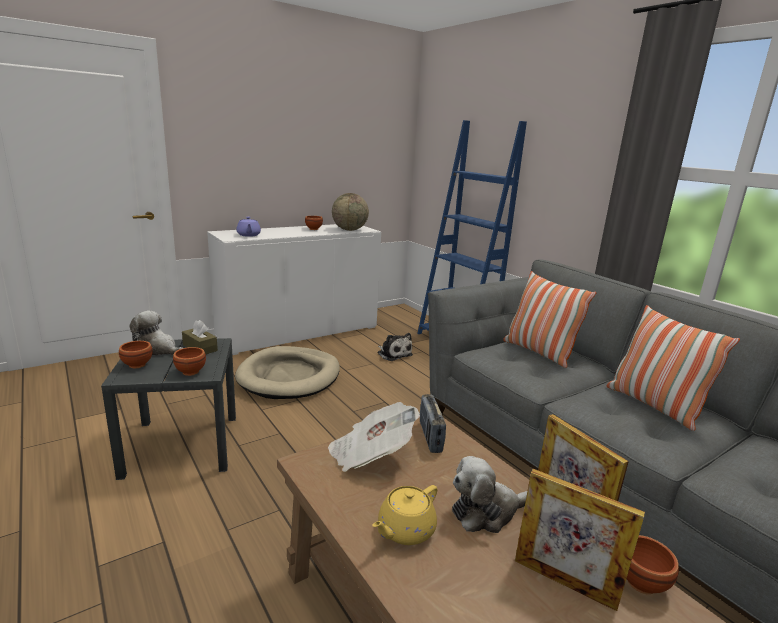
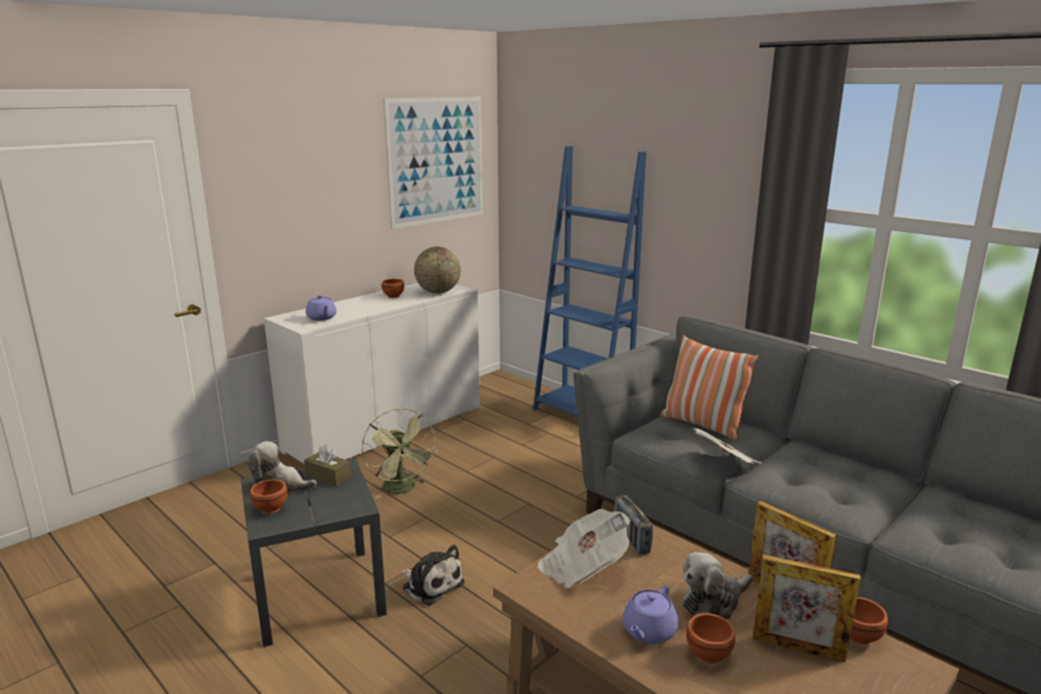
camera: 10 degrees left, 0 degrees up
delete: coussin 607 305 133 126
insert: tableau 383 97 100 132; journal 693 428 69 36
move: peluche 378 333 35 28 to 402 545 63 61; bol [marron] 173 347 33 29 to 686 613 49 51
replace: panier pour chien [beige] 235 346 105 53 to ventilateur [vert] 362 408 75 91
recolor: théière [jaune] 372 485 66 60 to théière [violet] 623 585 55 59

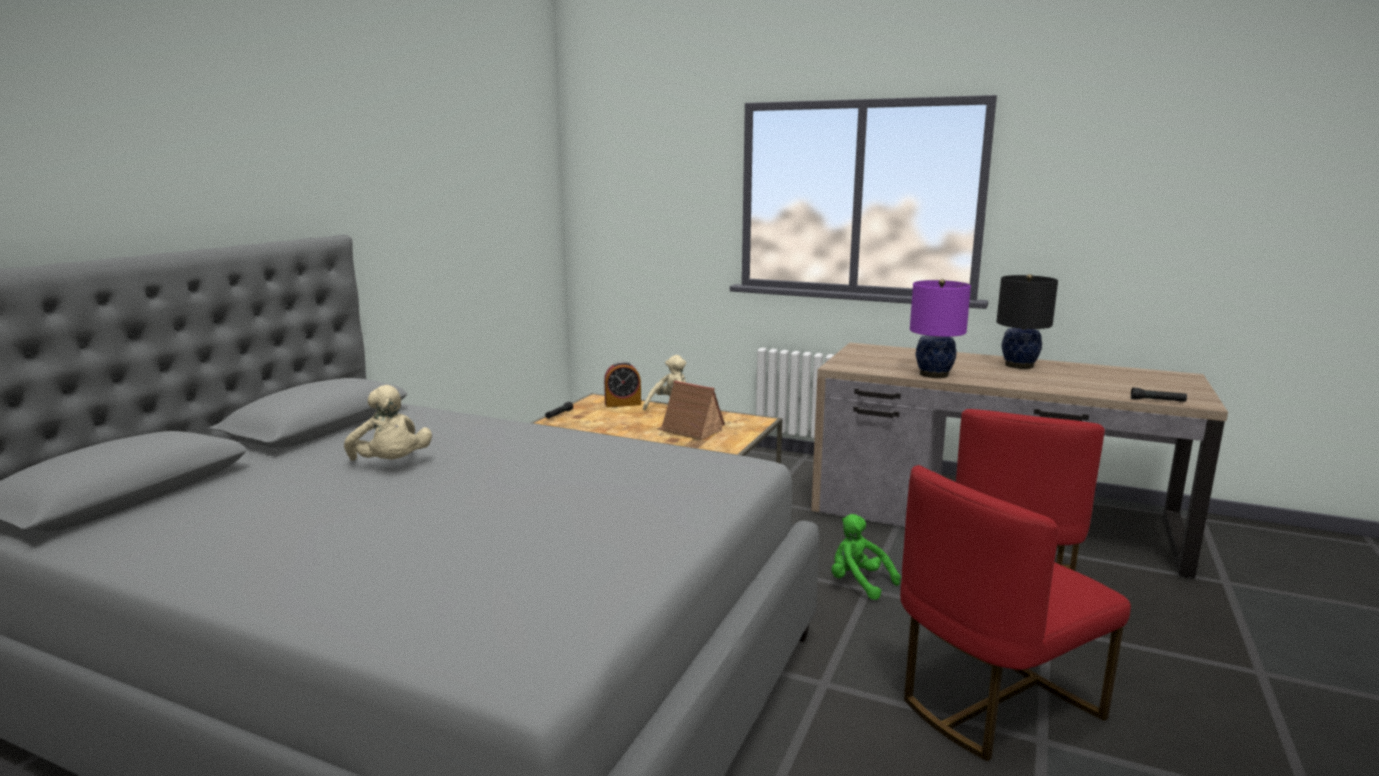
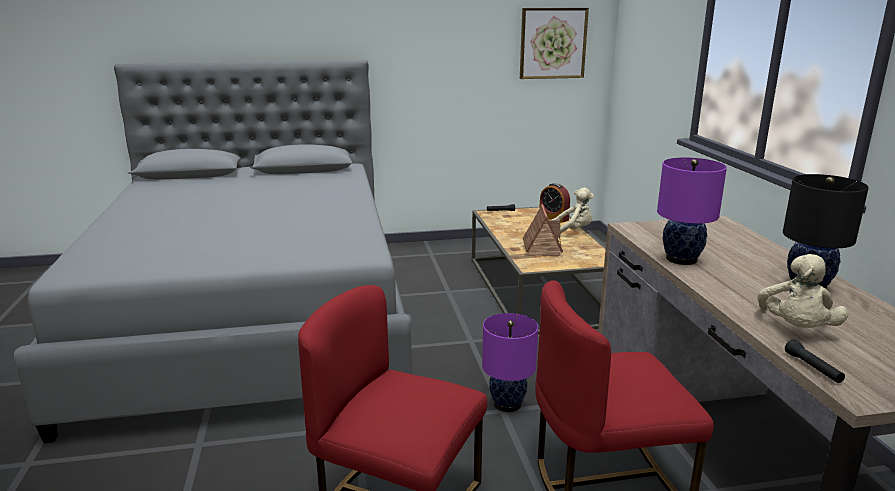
camera: 55 degrees right, 5 degrees up
insert: tableau 520 8 69 71
move: peluche [beige] 344 385 88 76 to 758 254 90 74
replace: peluche [vert] 831 514 70 86 to lampe de table [violet] 482 313 56 99

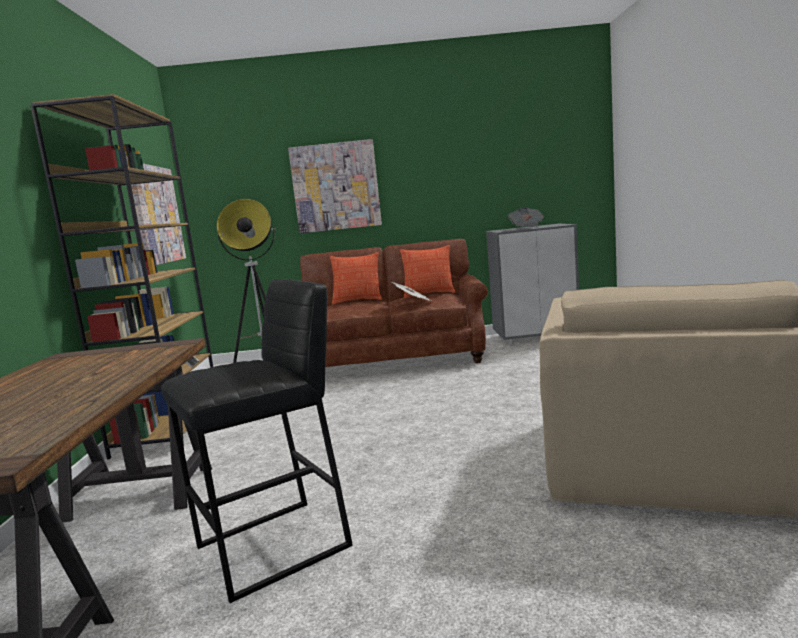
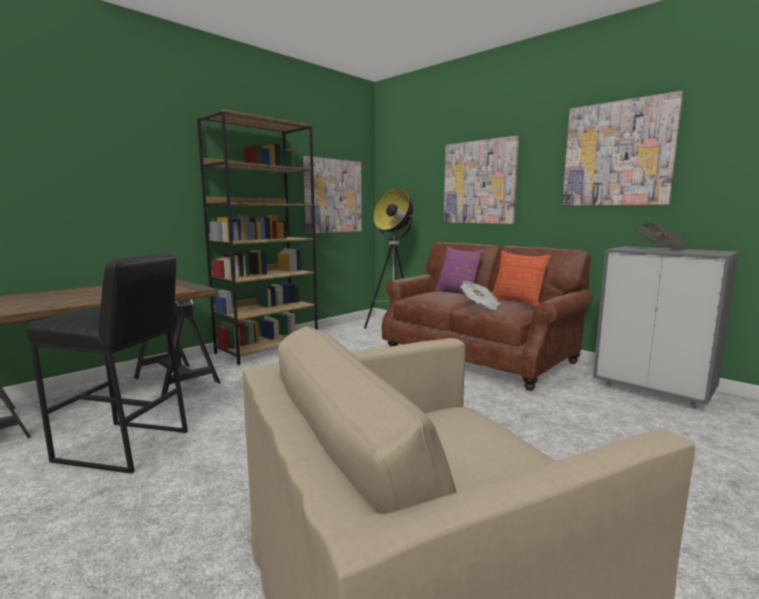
camera: 45 degrees right, 0 degrees up
insert: tableau 562 91 121 115
recolor: coussin [orange] 330 252 52 53 to coussin [violet] 435 247 48 47

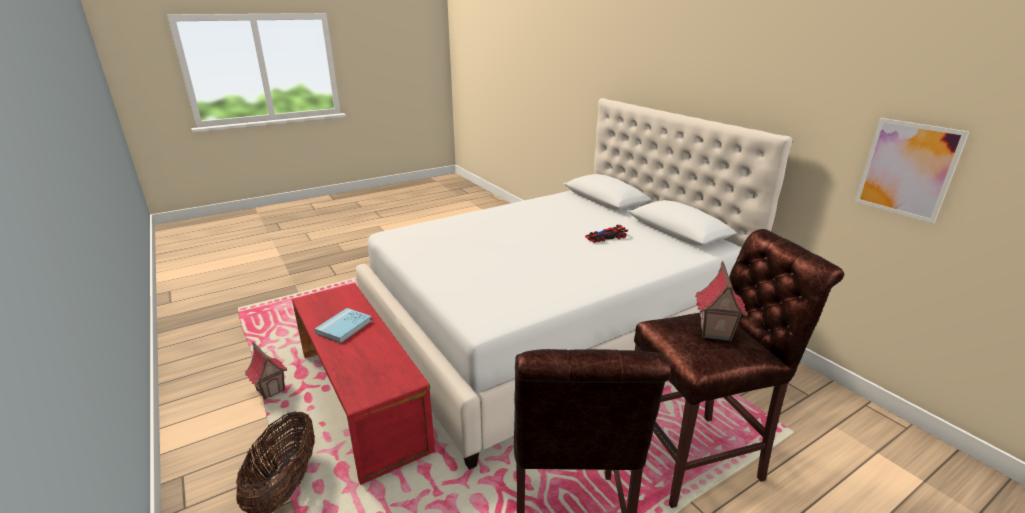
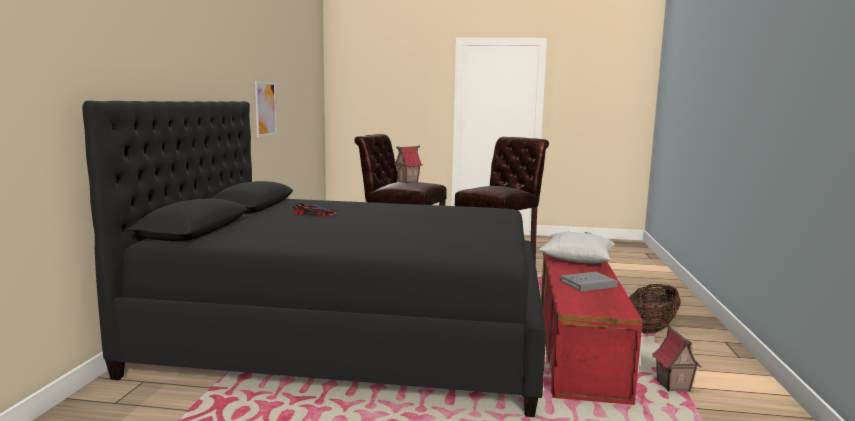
camera: 140 degrees left, 15 degrees down
insert: coussin [gris] 539 232 76 31
recolor: lit [blanc] 356 98 436 372 to lit [noir] 82 101 464 316; livre [bleu] 315 308 57 35 to livre [gris] 560 272 58 20

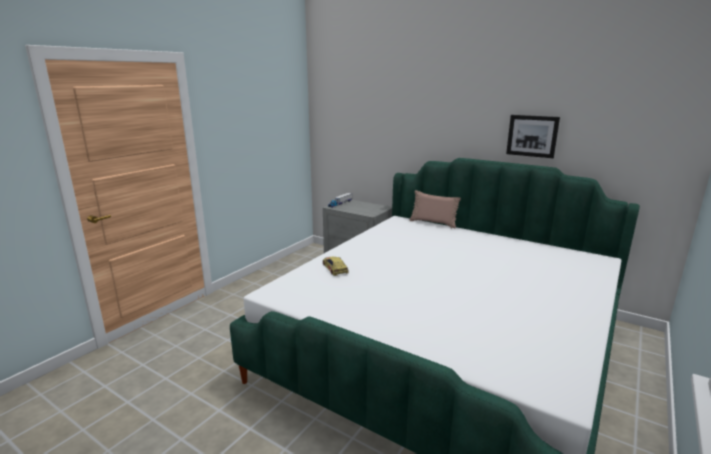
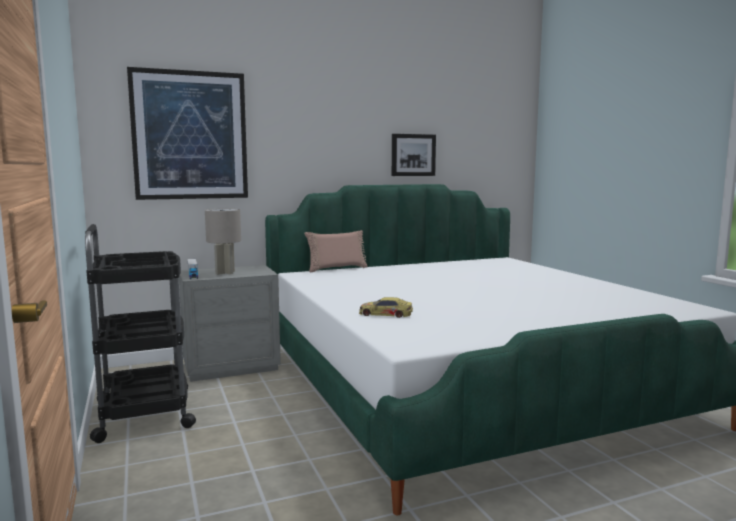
camera: 55 degrees left, 10 degrees down
insert: tableau 127 67 121 133; lampe de table [gris] 205 209 36 66; chariot [noir] 85 224 111 219

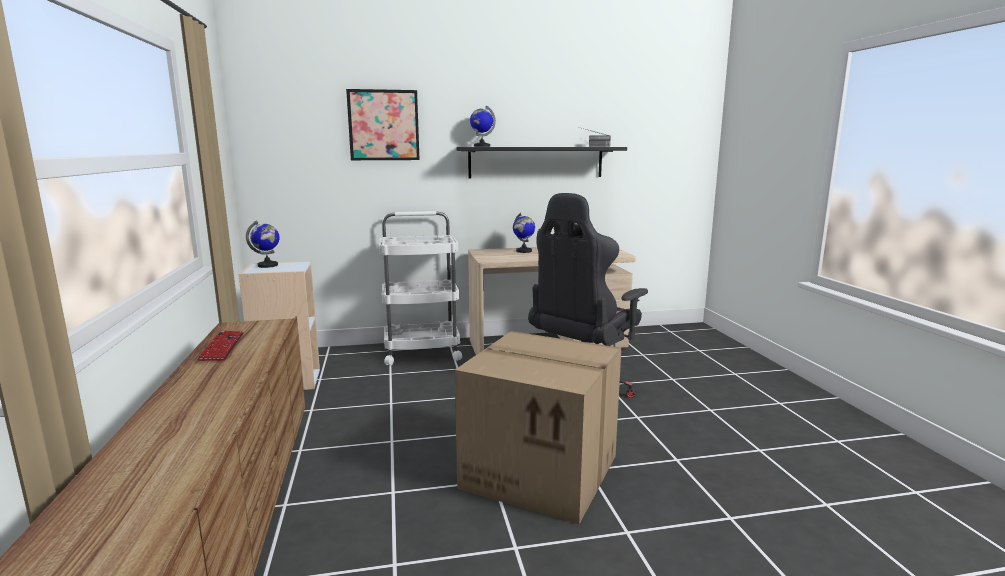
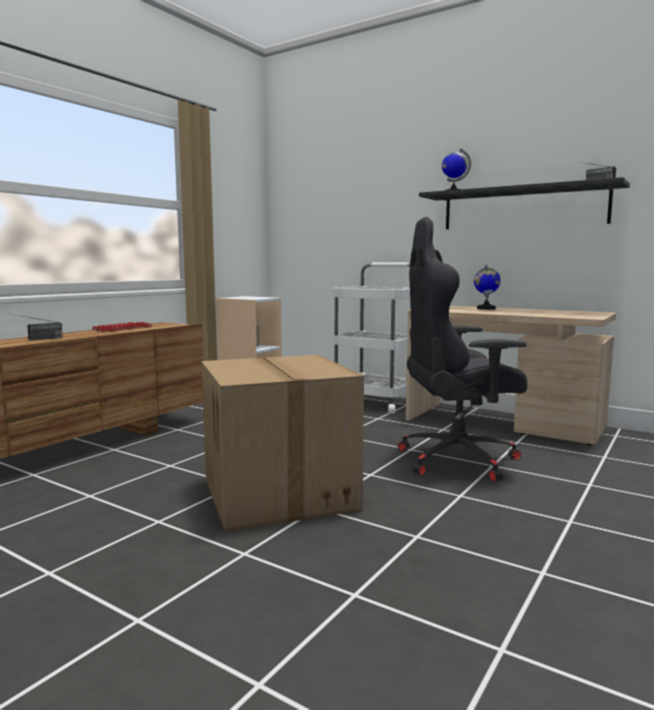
camera: 45 degrees right, 5 degrees down
delete: tableau 346 89 74 71; globe 246 221 33 47
insert: radio 8 313 55 28

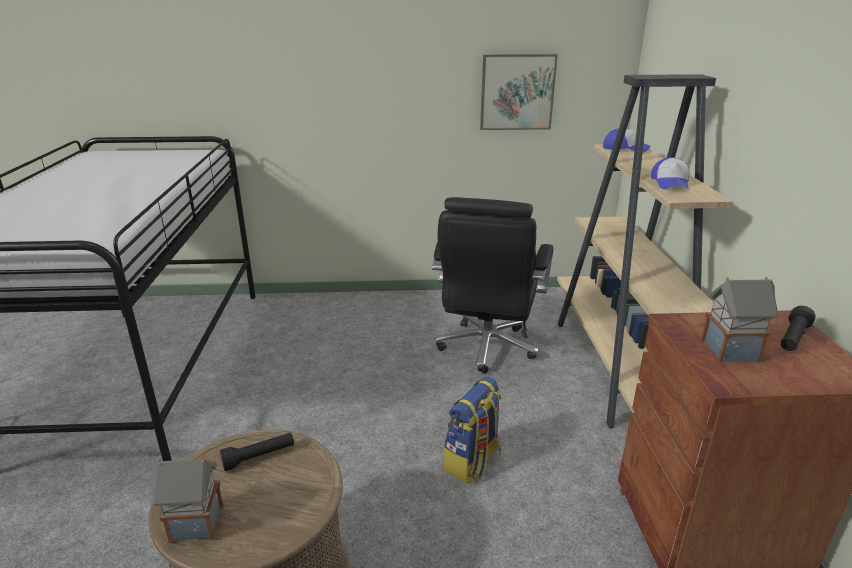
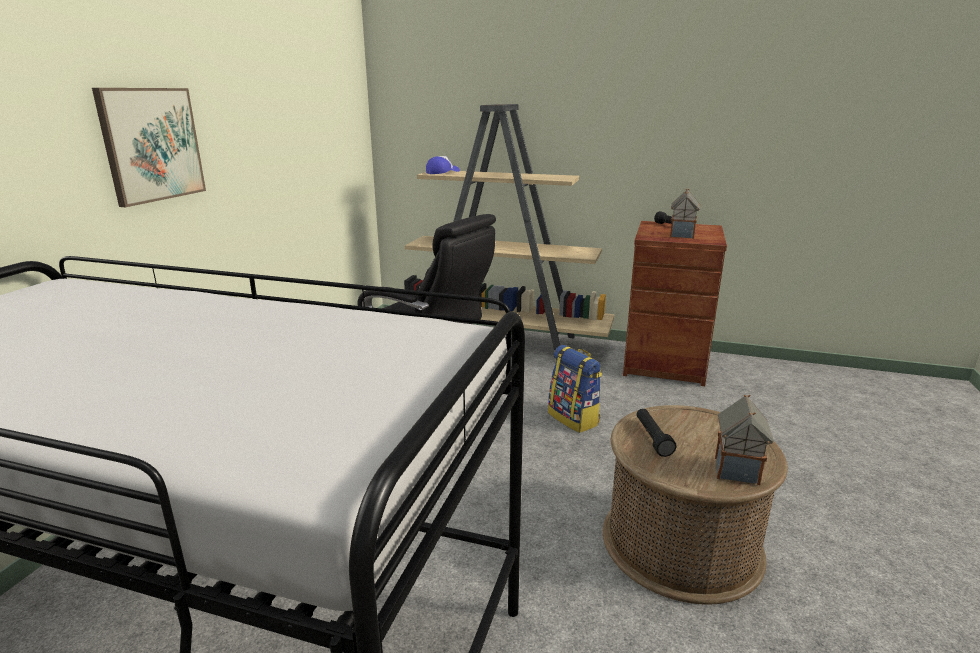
camera: 70 degrees left, 5 degrees down
delete: casquette 651 157 39 33
move: tableau 480 54 78 76 to 92 88 114 119

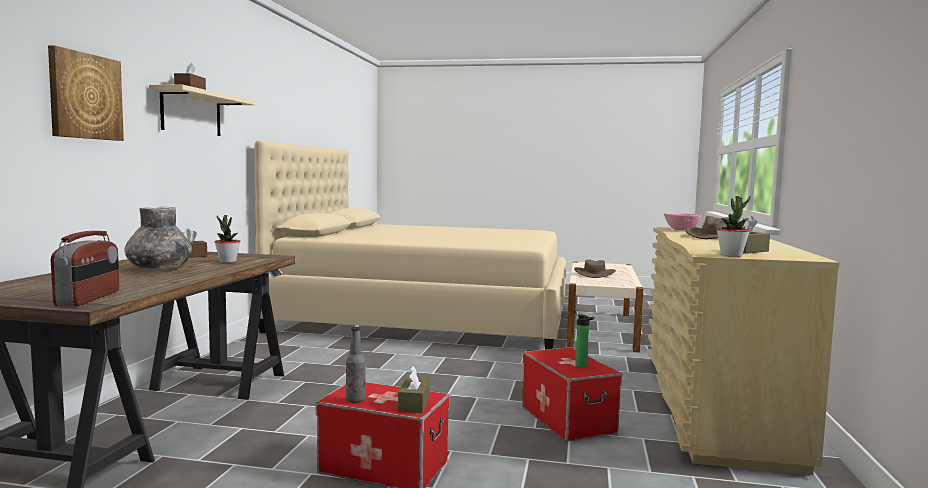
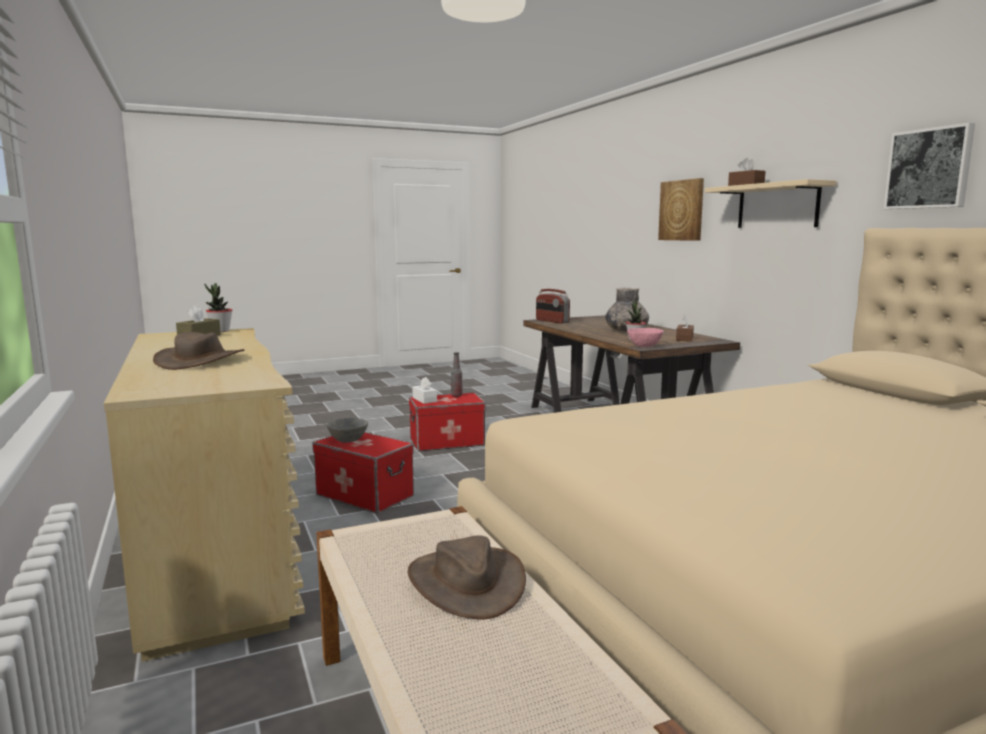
camera: 145 degrees right, 5 degrees up
insert: tableau 884 123 91 86
move: bol [rose] 664 213 37 17 to 627 328 37 19
replace: bouteille 575 315 20 53 to bol [gris] 327 418 41 25
recolor: boîte à mouchoirs [marron] 398 365 32 48 to boîte à mouchoirs [blanc] 413 377 24 27

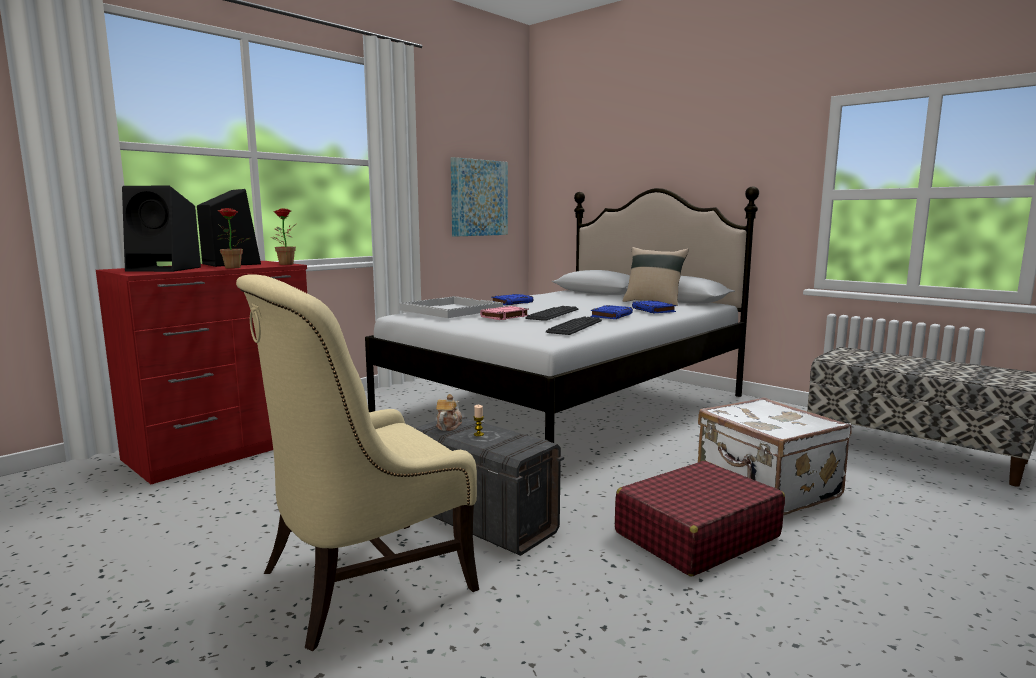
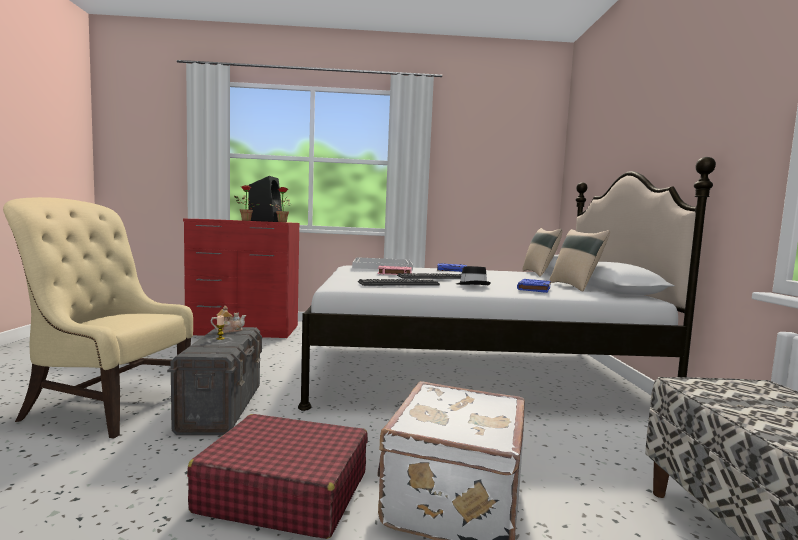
camera: 45 degrees right, 5 degrees down
delete: tableau 451 157 57 80; enceinte [noir] 122 186 79 86
insert: coussin [beige] 523 228 40 49
replace: livre [bleu] 591 305 42 14 to chapeau [noir] 456 266 35 19

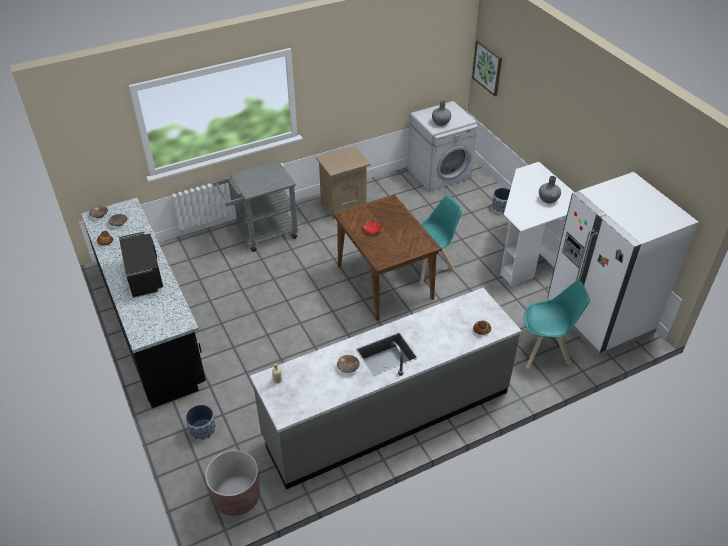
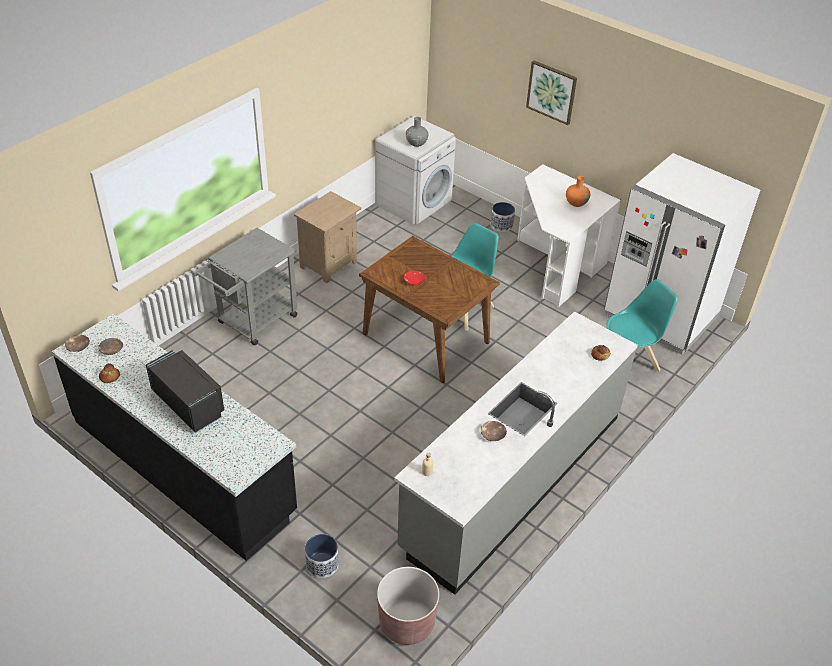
camera: 25 degrees left, 0 degrees up
move: tableau 472 40 30 56 to 526 61 51 64
recolor: vase [gris] 539 176 22 27 to vase [orange] 566 176 24 31

